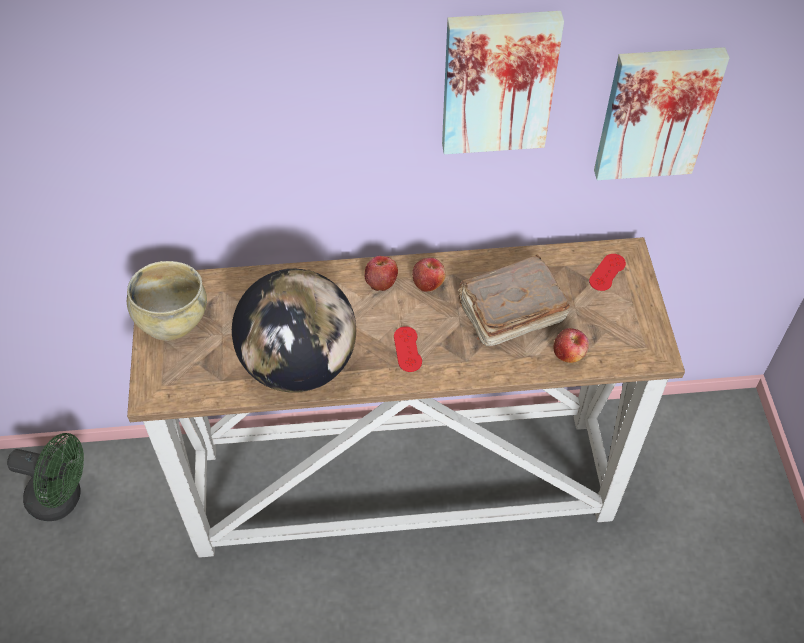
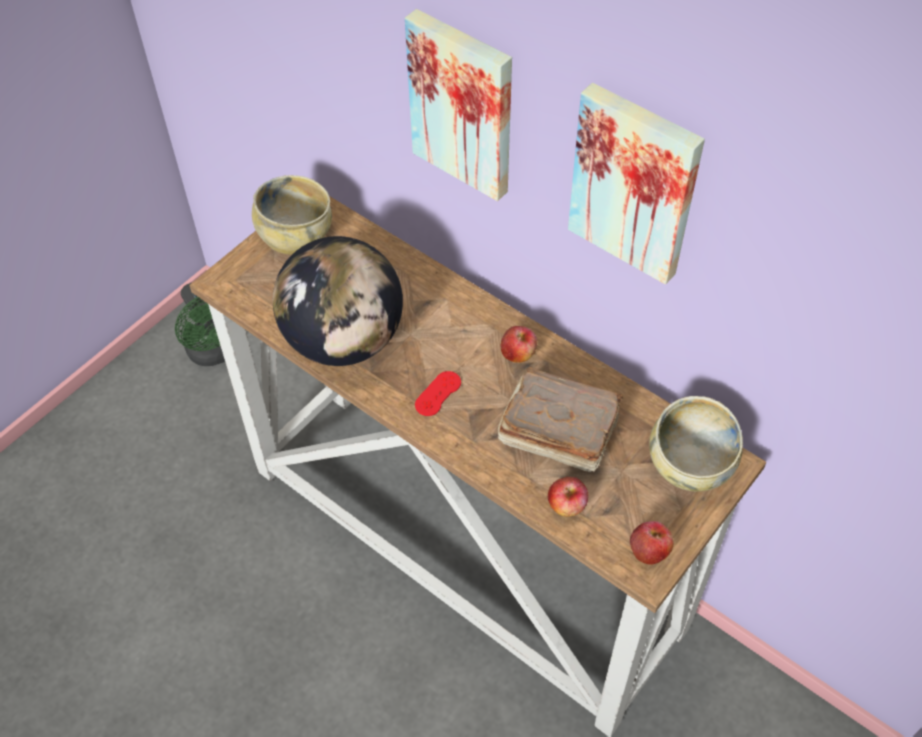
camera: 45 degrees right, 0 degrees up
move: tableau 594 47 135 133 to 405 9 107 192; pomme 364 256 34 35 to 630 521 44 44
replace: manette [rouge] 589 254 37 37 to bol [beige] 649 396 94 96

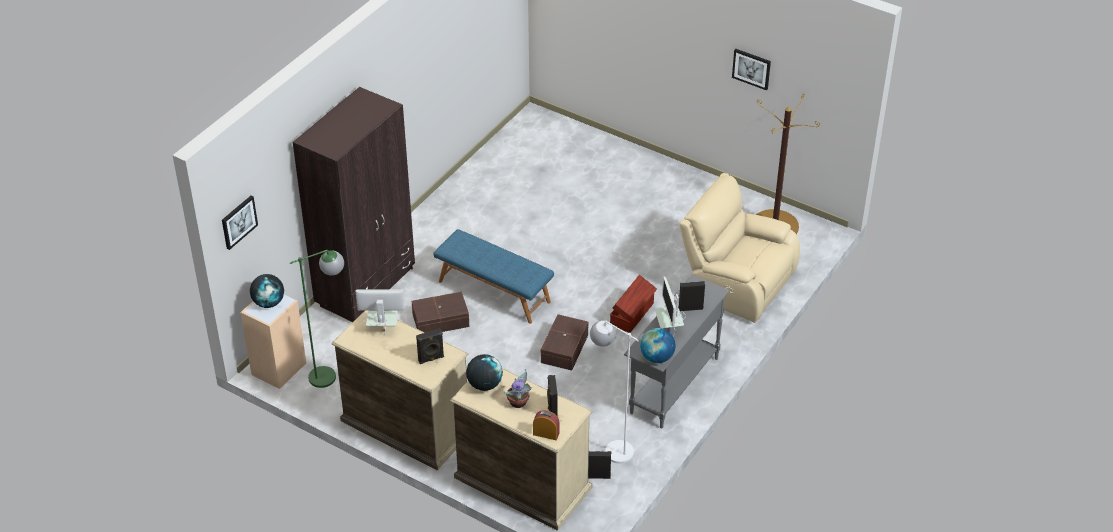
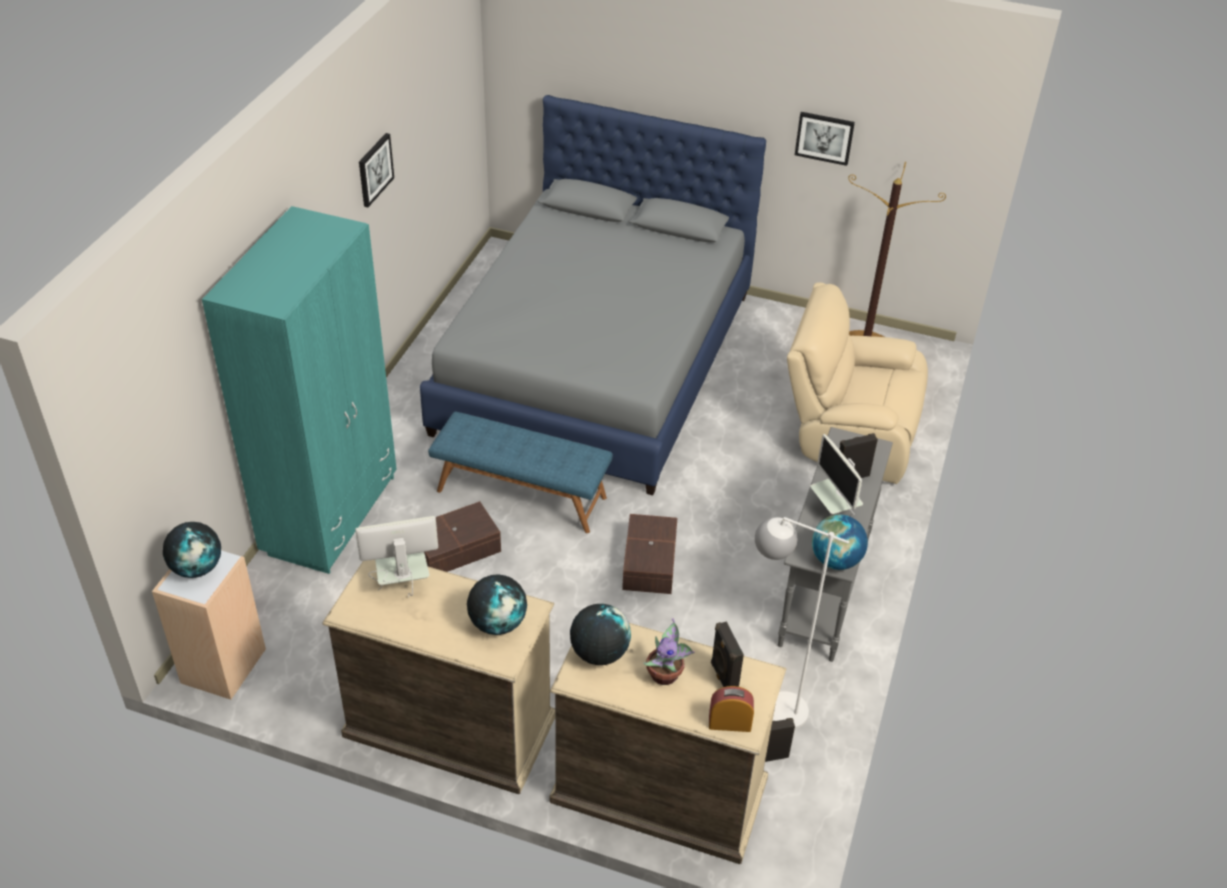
camera: 15 degrees left, 0 degrees up
delete: lampadaire [vert] 290 250 54 138; boîte de rangement [marron] 610 275 47 58
insert: lit [gris] 420 95 346 400
move: tableau 222 196 36 54 to 359 133 35 74
replace: enceinte [noir] 416 328 28 36 to globe 467 574 60 61
recolor: armoire [marron] 293 87 122 235 to armoire [turquoise] 202 206 195 368

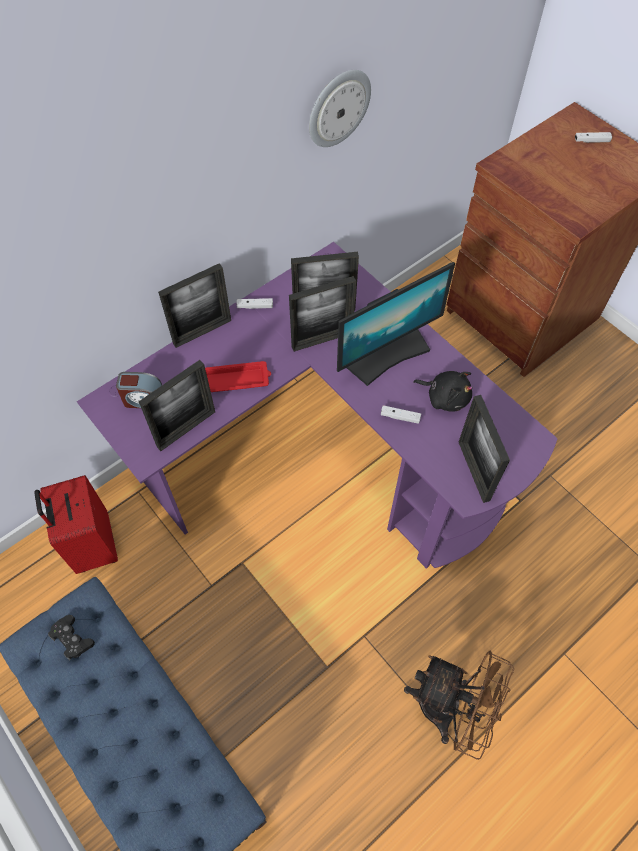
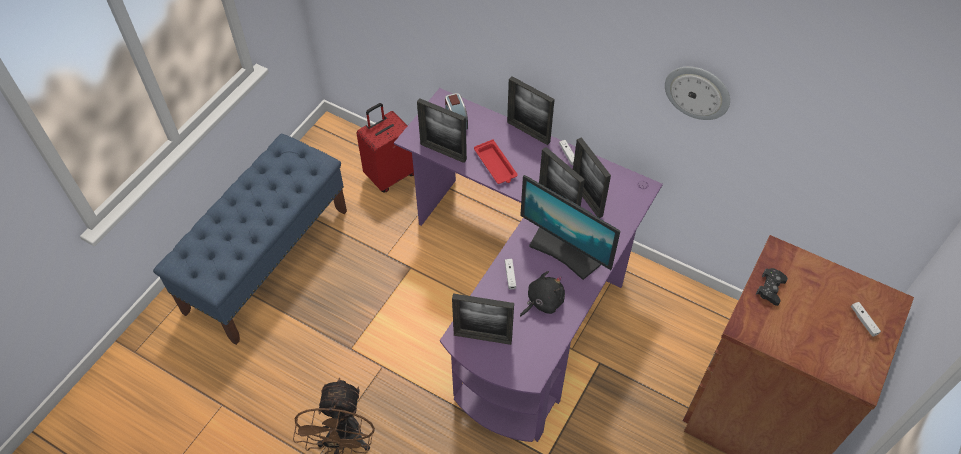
camera: 70 degrees right, 5 degrees down
move: manette [noir] 48 615 47 45 to 756 268 32 38
rotate: peluche [noir] 413 371 60 41 = 520 271 45 46 135 degrees counterclockwise; cadre photo 459 395 51 108 = 452 293 62 52 135 degrees counterclockwise

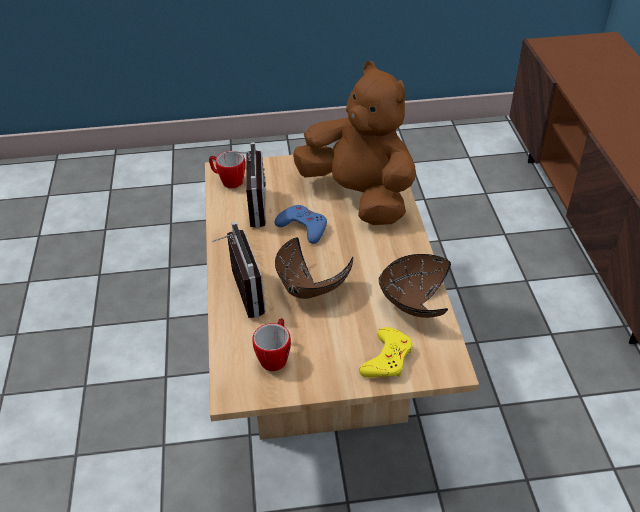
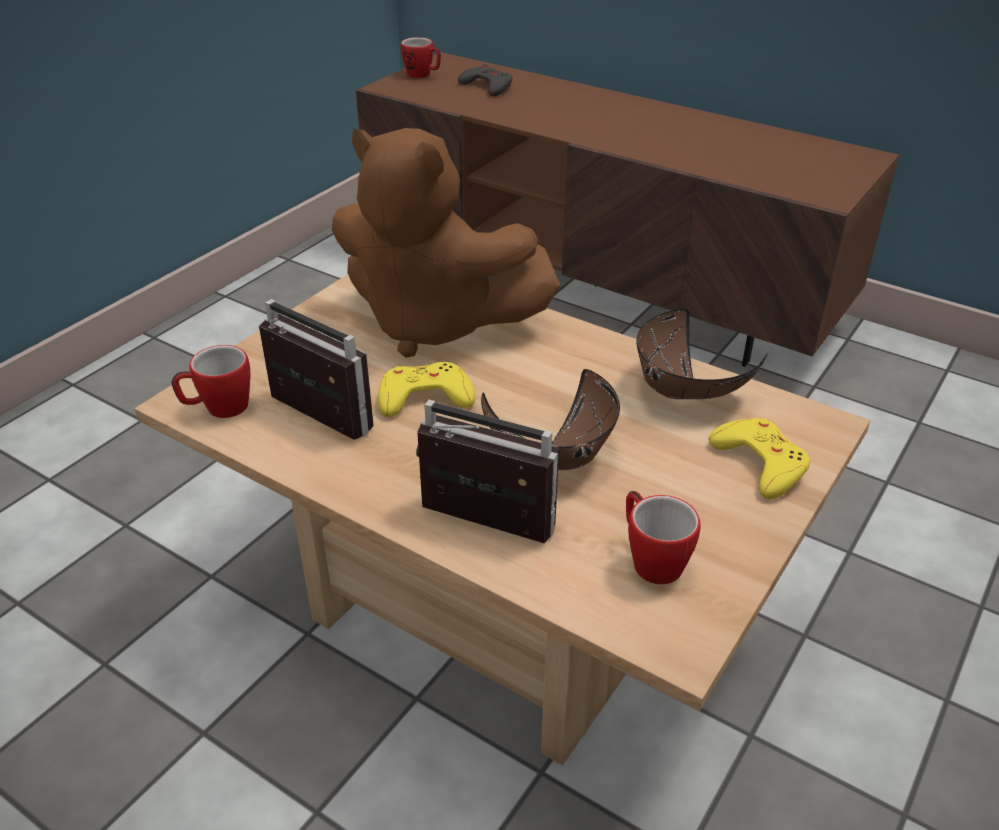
camera: 50 degrees left, 5 degrees down
insert: mug 401 37 40 42; manette [gris] 458 64 54 32
recolor: manette [bleu] 274 205 53 39 to manette [jaune] 378 362 98 55
rotate: peluche [marron] 293 61 123 164 = 332 128 229 230 150 degrees counterclockwise

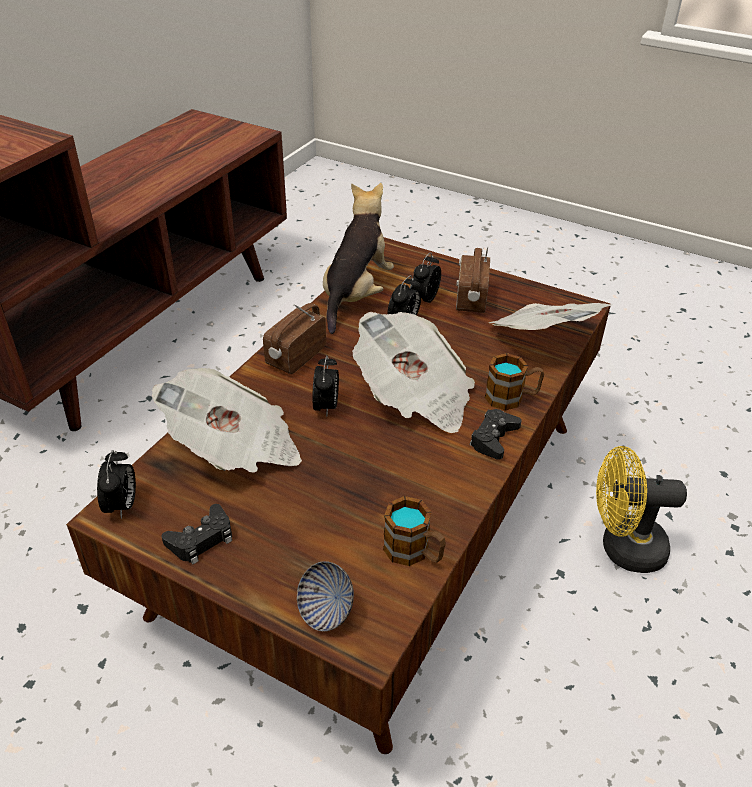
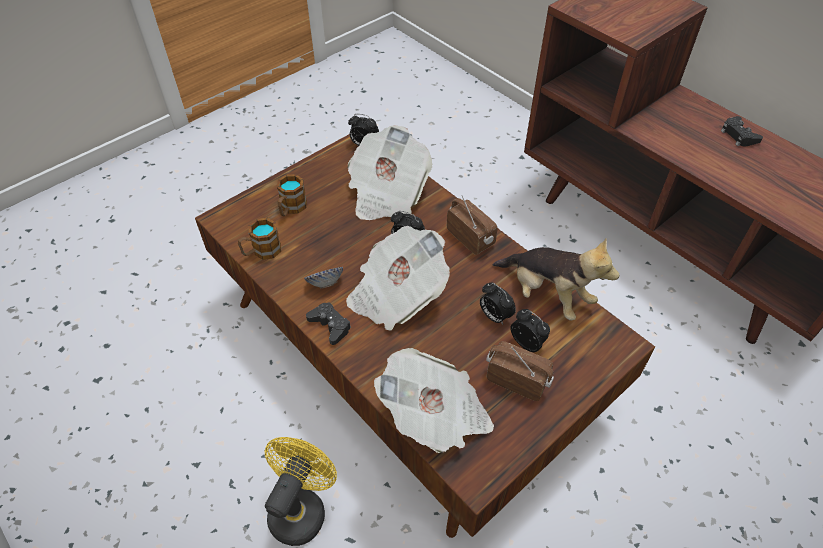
camera: 110 degrees right, 10 degrees up
move: mug 485 353 59 58 to 277 174 30 42; manette [noir] 162 504 70 60 to 721 116 42 31; bol 297 561 57 71 to 304 267 39 21

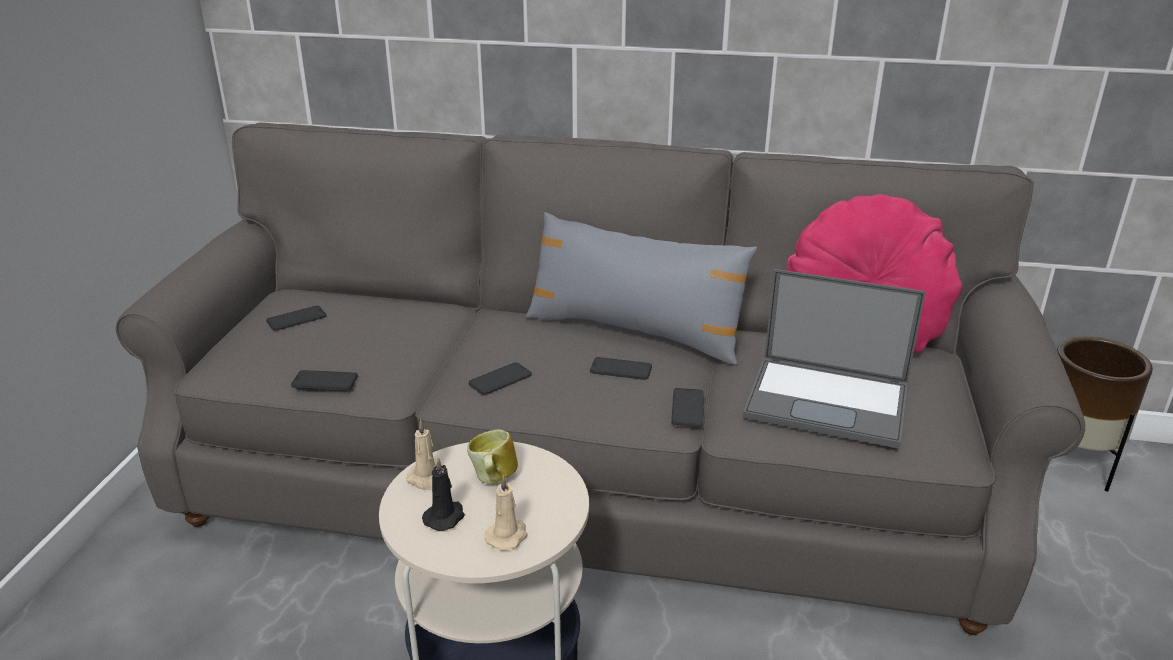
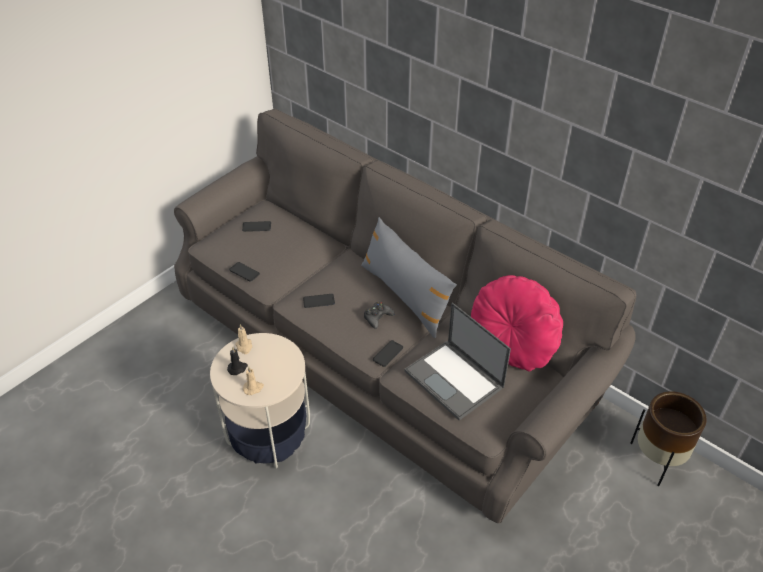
camera: 30 degrees right, 15 degrees up
delete: mug 467 429 51 55
replace: téléphone 590 357 62 23 to manette [noir] 364 302 31 27

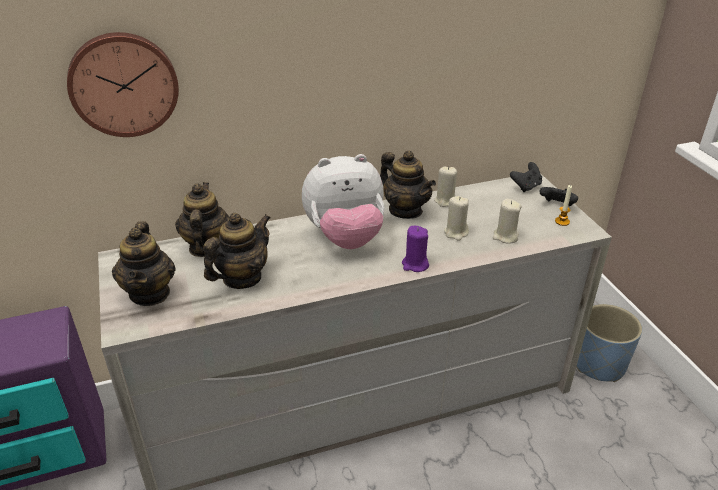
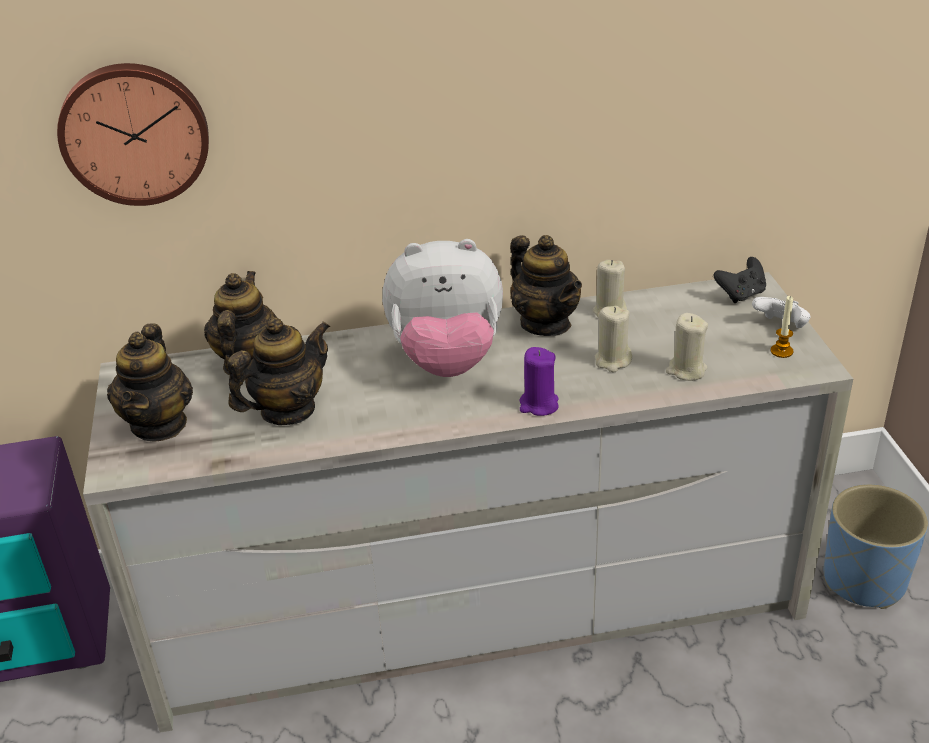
camera: 10 degrees right, 0 degrees up
recolor: manette [noir] 539 187 39 19 to manette [blanc] 752 297 59 31

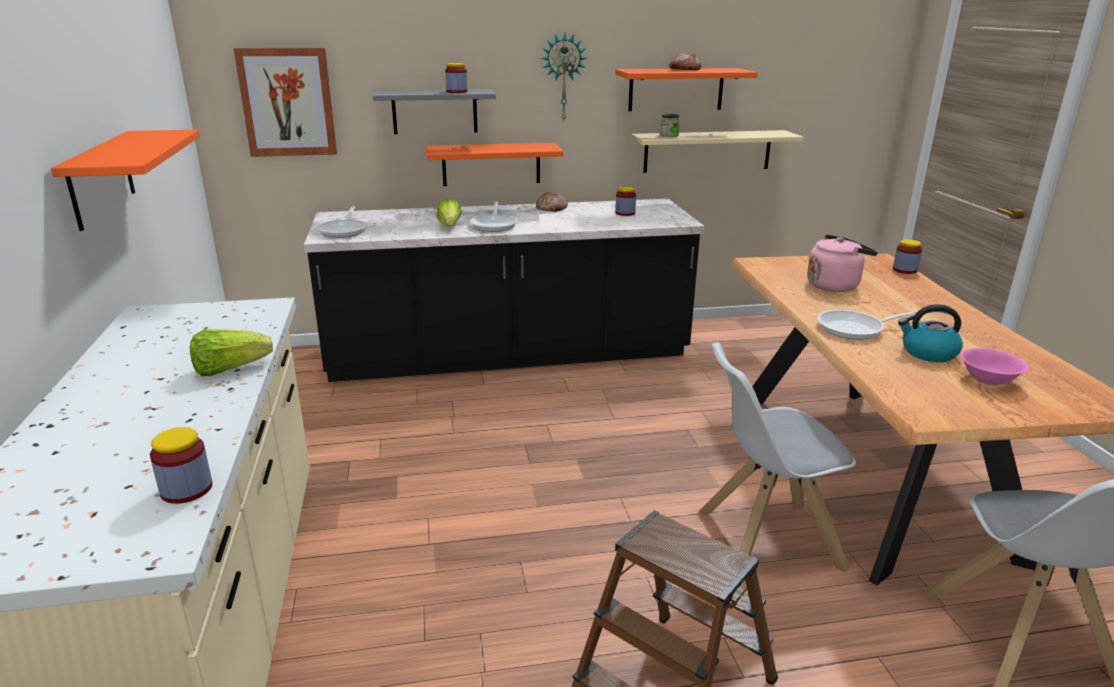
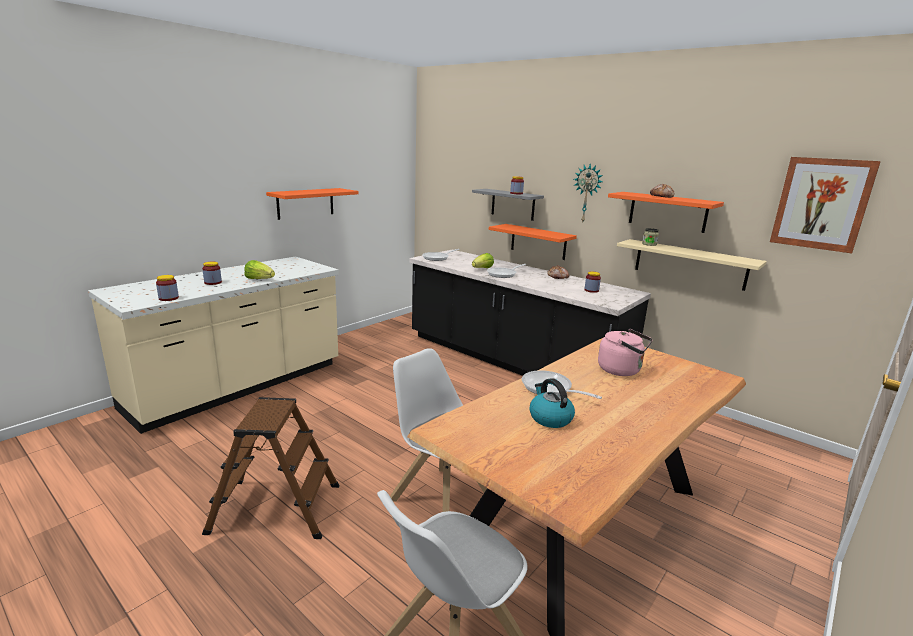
camera: 50 degrees right, 5 degrees down
delete: bol [rose] 961 348 68 38
move: tableau 234 48 103 109 to 770 157 111 96; bocal 893 239 29 35 to 202 262 20 23

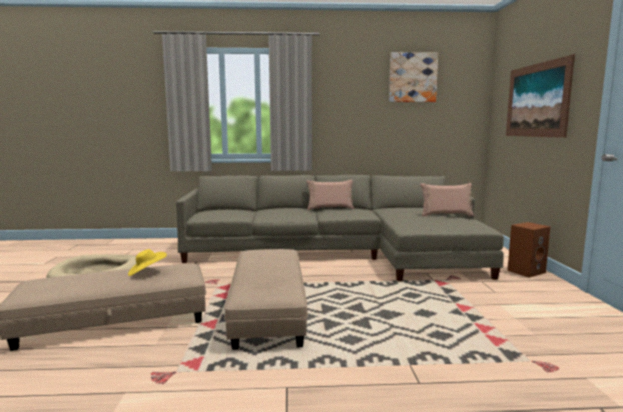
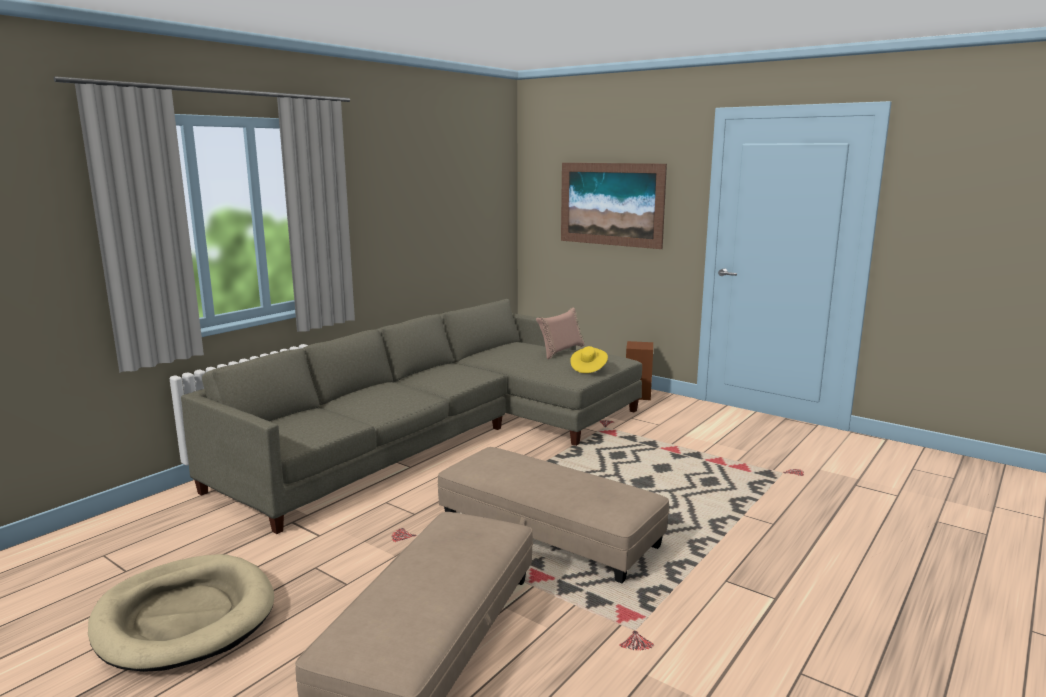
camera: 50 degrees left, 5 degrees up
delete: tableau 389 52 49 50; coussin [beige] 306 180 48 30
move: chapeau [jaune] 128 249 39 27 to 570 346 38 27

